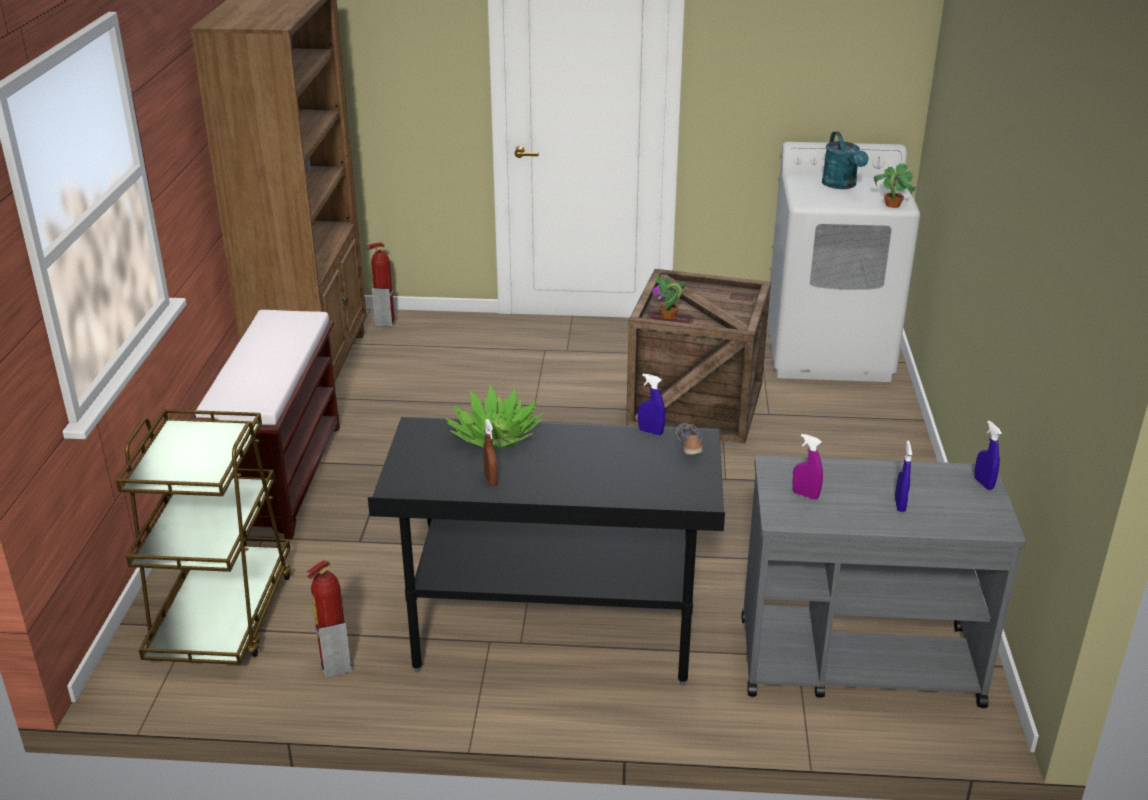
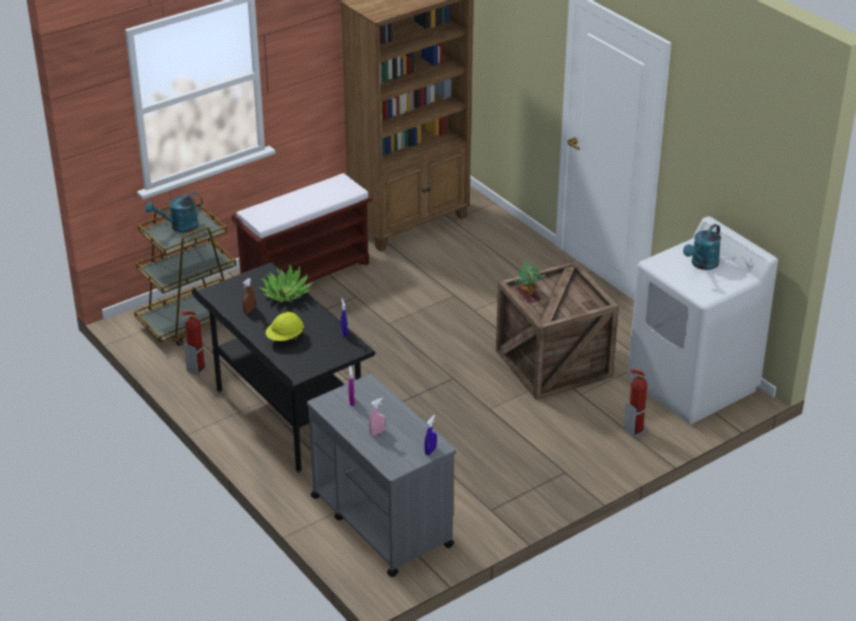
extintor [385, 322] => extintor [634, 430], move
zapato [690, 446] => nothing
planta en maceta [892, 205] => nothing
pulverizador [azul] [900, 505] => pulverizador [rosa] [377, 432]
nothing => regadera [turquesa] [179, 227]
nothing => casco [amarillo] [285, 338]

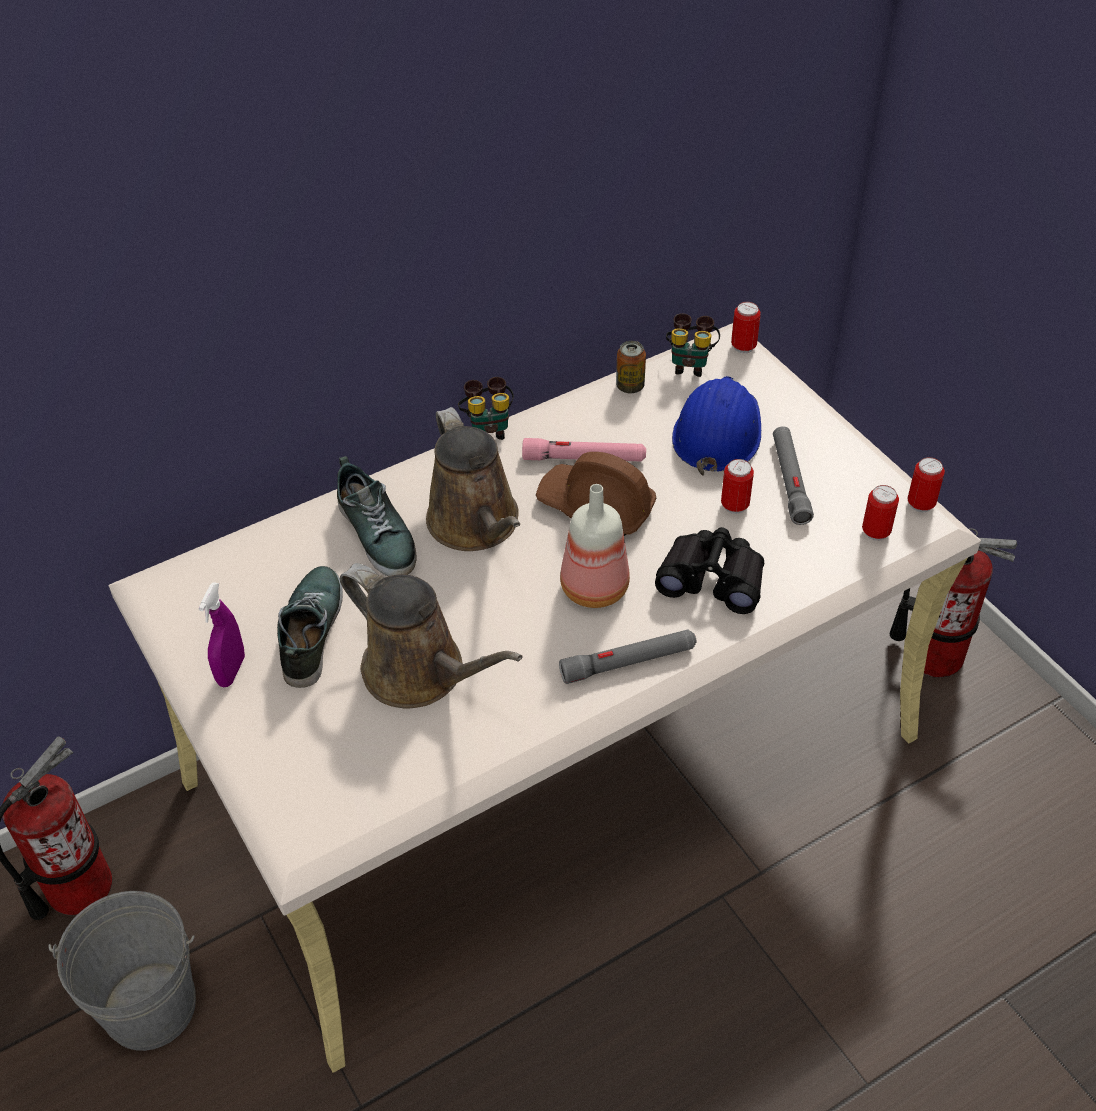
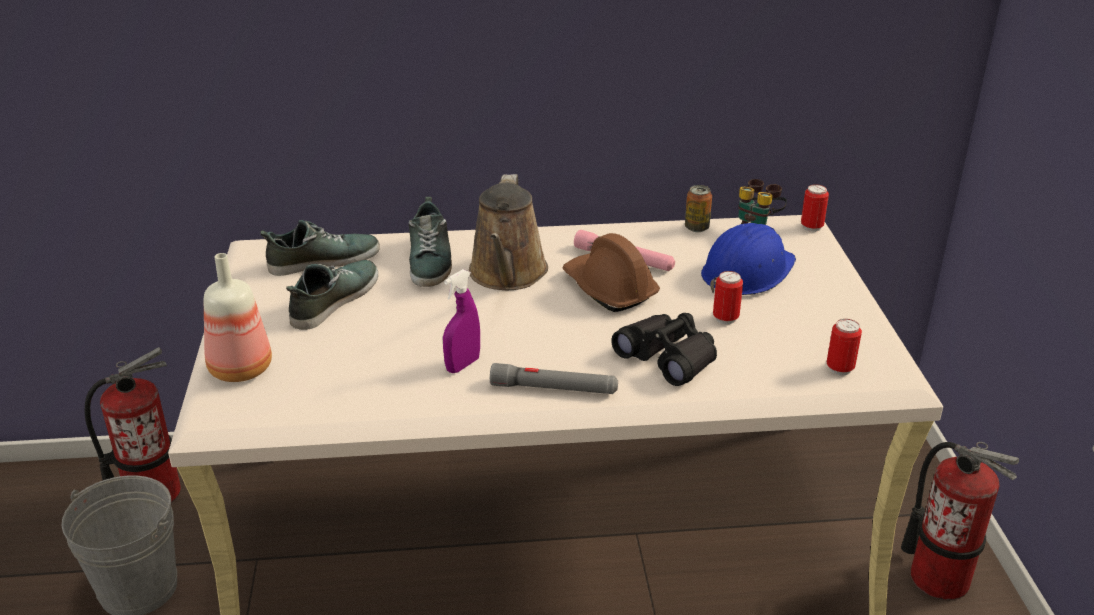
pulverizador [morado] [231, 671] => pulverizador [morado] [462, 365], move
regadera [marrón] [421, 673] => nothing
prismáticos [488, 429] => nothing
botella [594, 590] => botella [239, 370], move
linterna [gris] [790, 480] => nothing
lata [921, 504] => nothing
nothing => zapato [323, 260]

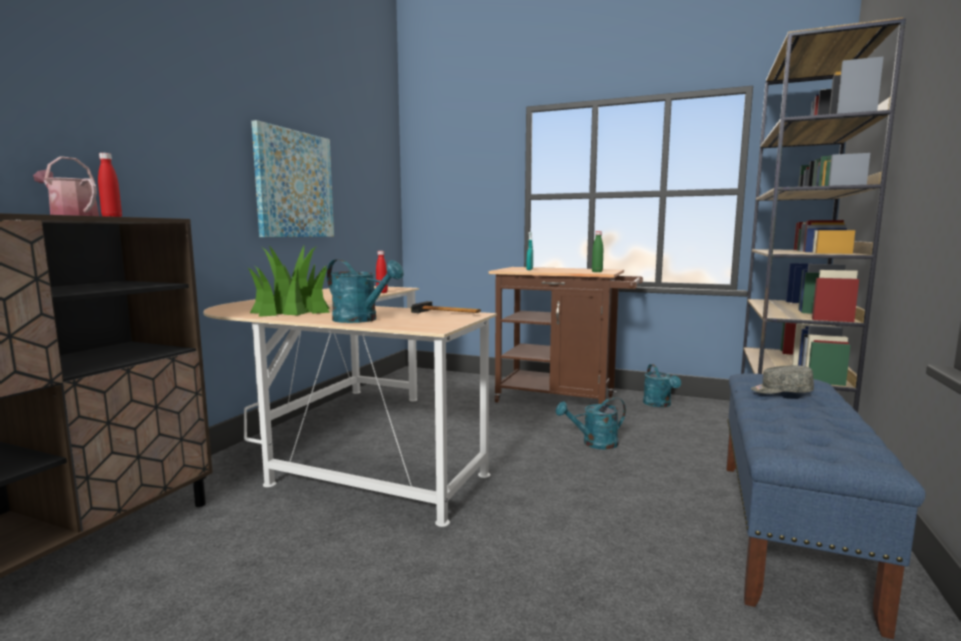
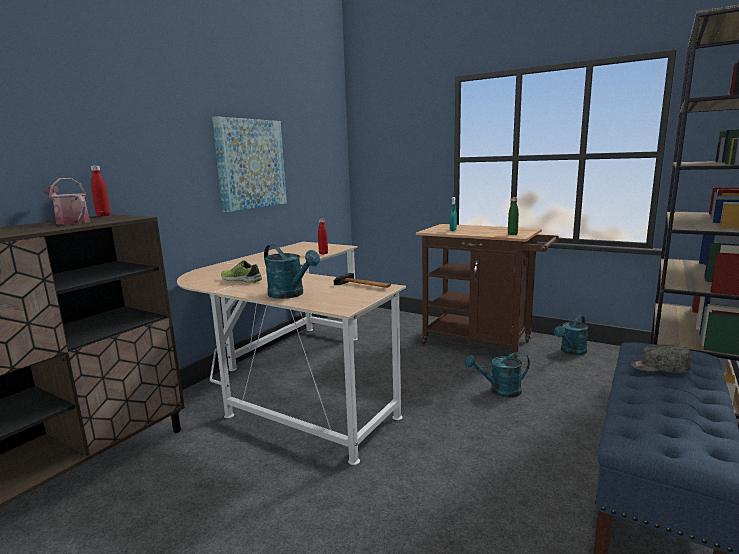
planta en maceta [291, 310] => zapato [242, 280]
regadera [turquesa] [659, 404] => regadera [turquesa] [571, 351], 45 degrees clockwise

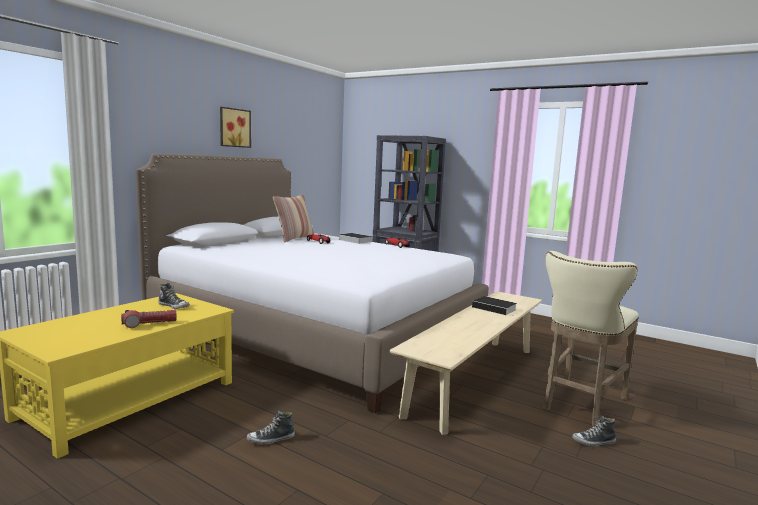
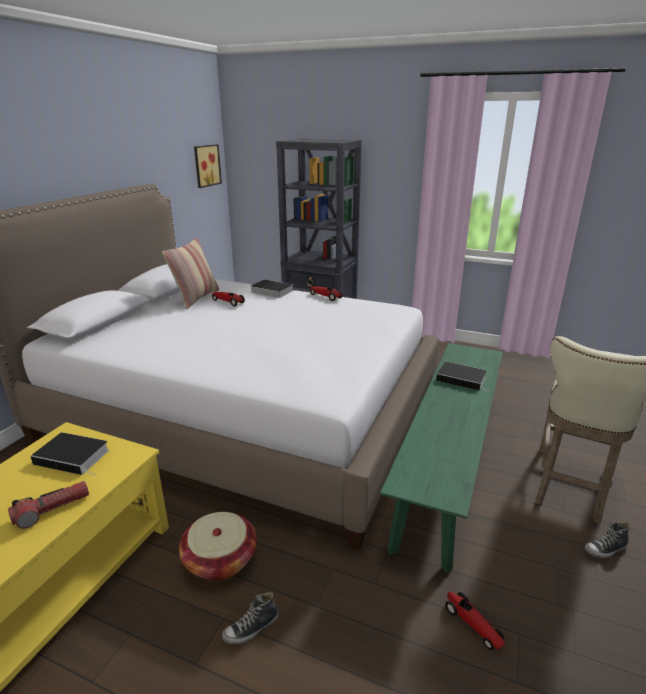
zapato [174, 306] => libro [74, 457]
cuadro [234, 128] => cuadro [206, 165], move
banco [beis] [474, 379] => banco [verde] [447, 466]
nothing => cesta [220, 559]
nothing => coche de juguete [472, 624]

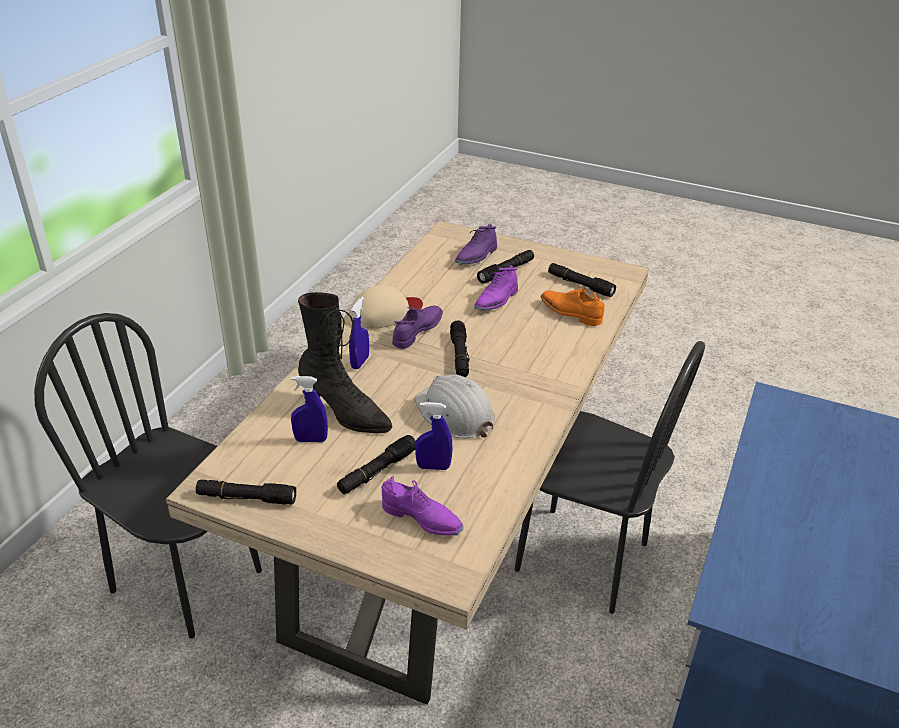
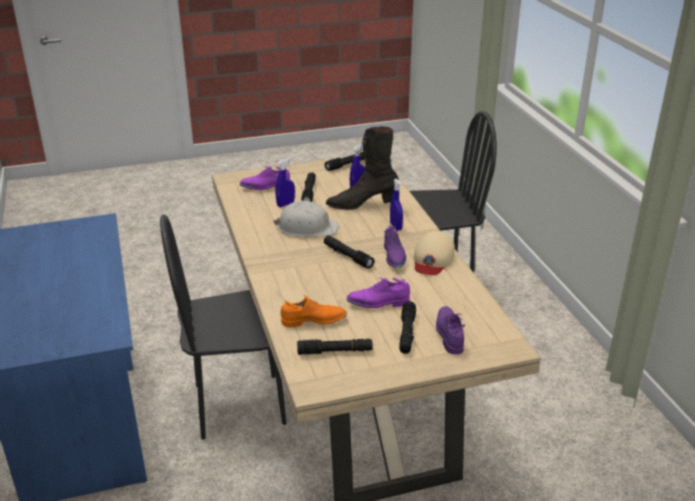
zapato [morado] [496, 301] => zapato [morado] [378, 303], 90 degrees counterclockwise

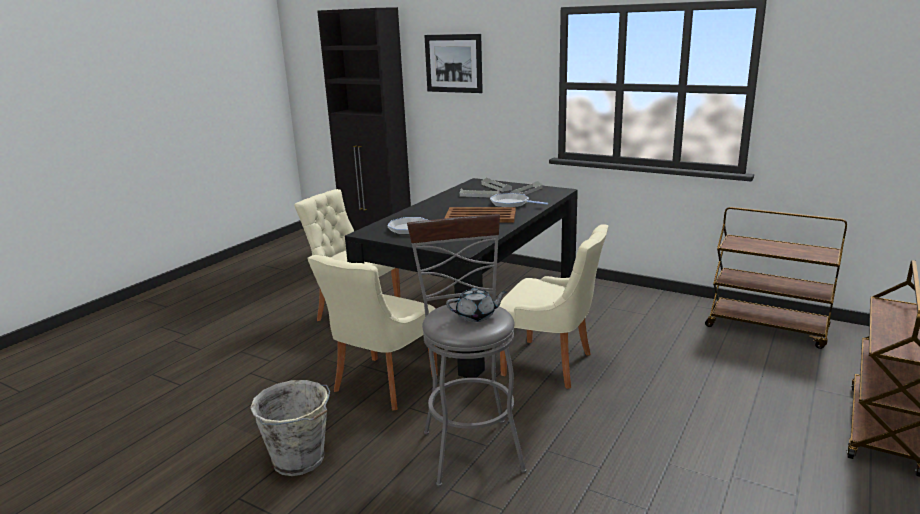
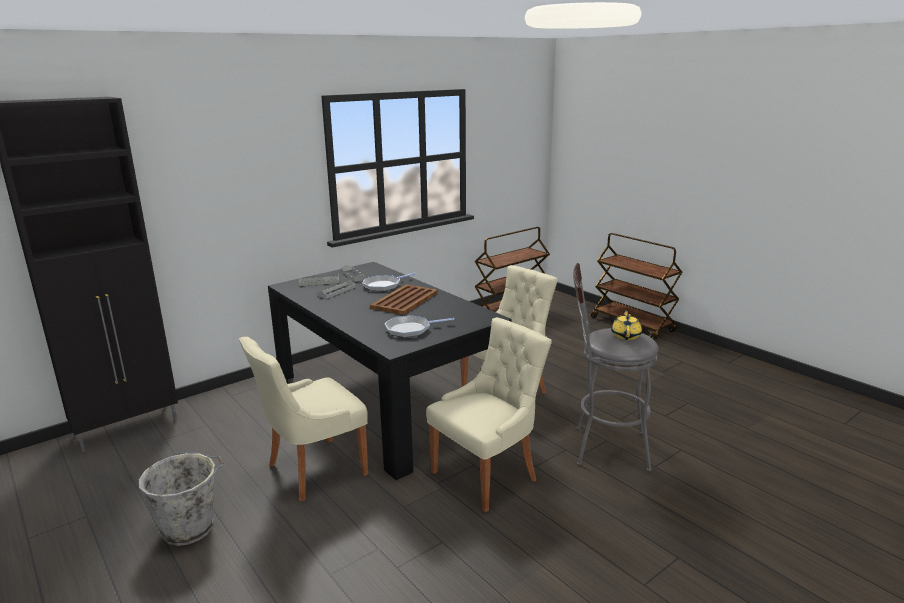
cubo [gris] [300, 460] => cubo [gris] [190, 528], move
silla [beis] [382, 385] => silla [beis] [487, 475], 90 degrees counterclockwise
cuadro [453, 63] => nothing
tetera [gris] [476, 316] => tetera [amarillo] [626, 335]

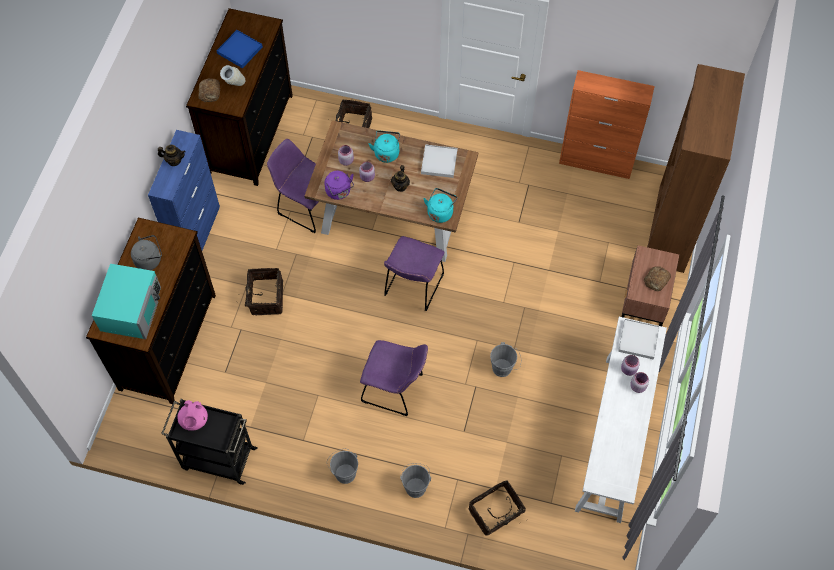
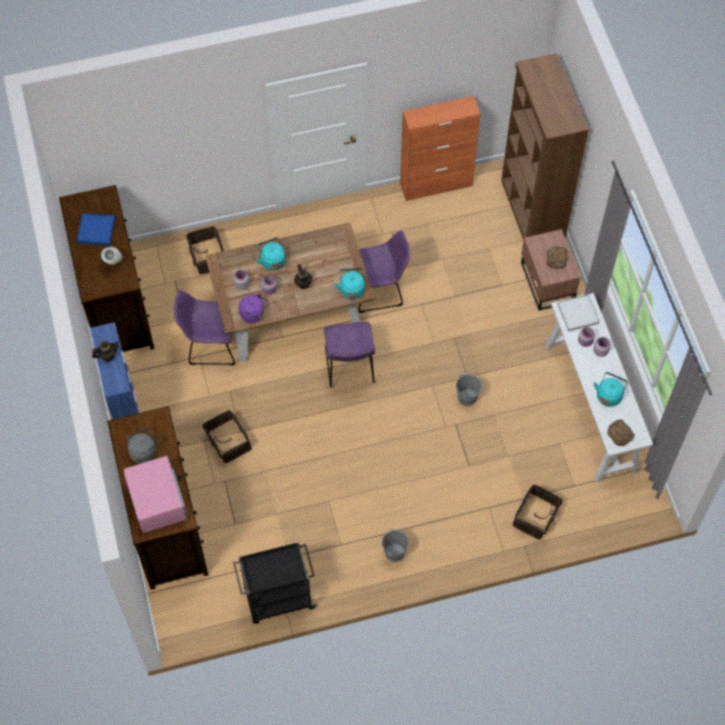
microondas [turquesa] [131, 308] => microondas [rosa] [157, 500]
tetera [rosa] [194, 421] => nothing
pan [210, 92] => pan [620, 434], move
silla [morado] [395, 389] => silla [morado] [379, 290], move
cubo [gris] [415, 485] => nothing
bandeja [blanco] [439, 162] => nothing
nothing => hervidor [turquesa] [609, 395]

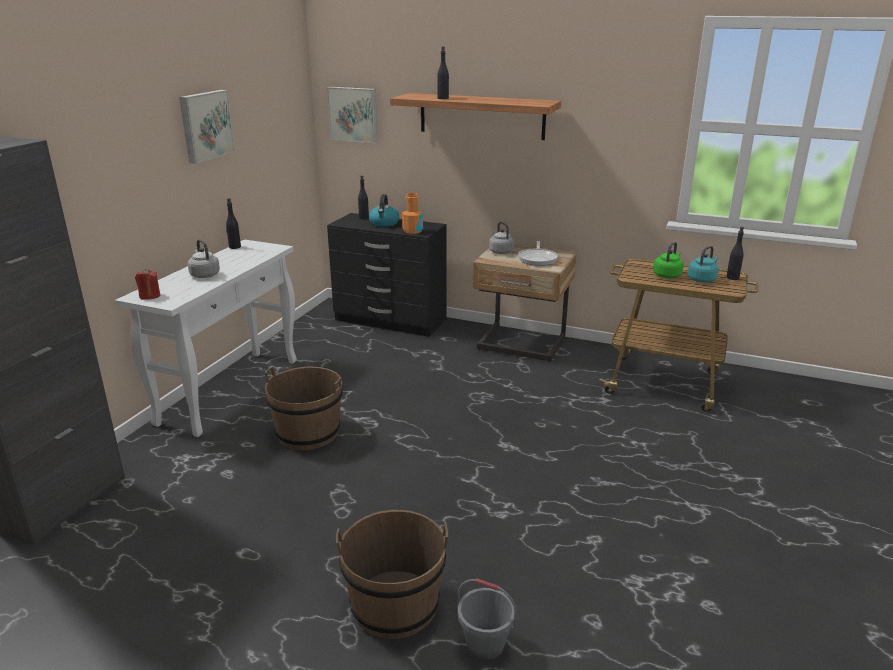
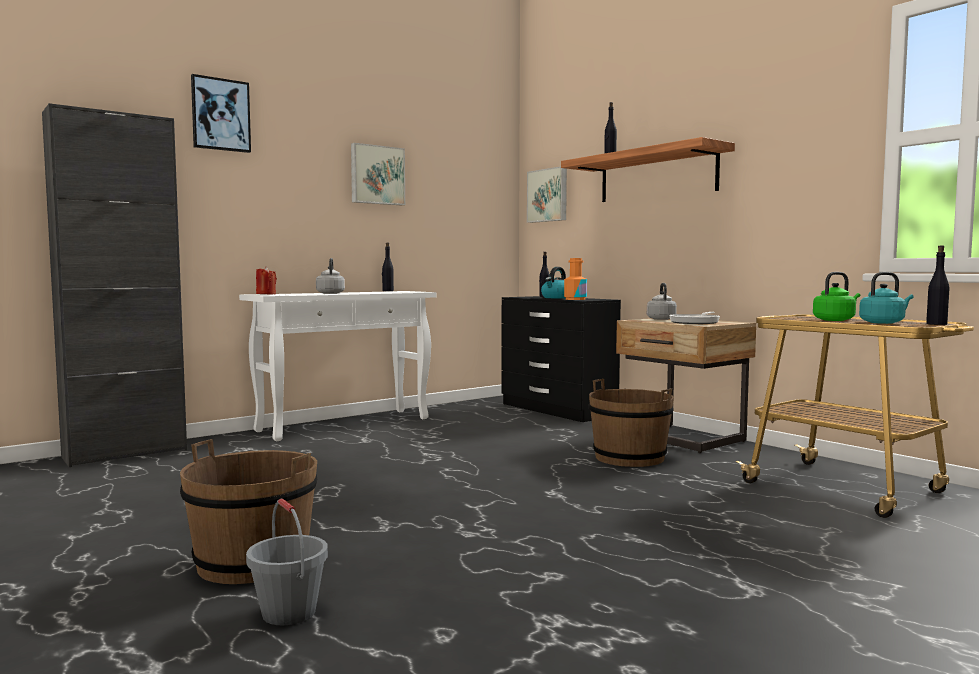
cubo [marrón] [308, 433] => cubo [marrón] [629, 458], move
nothing => cuadro [220, 115]

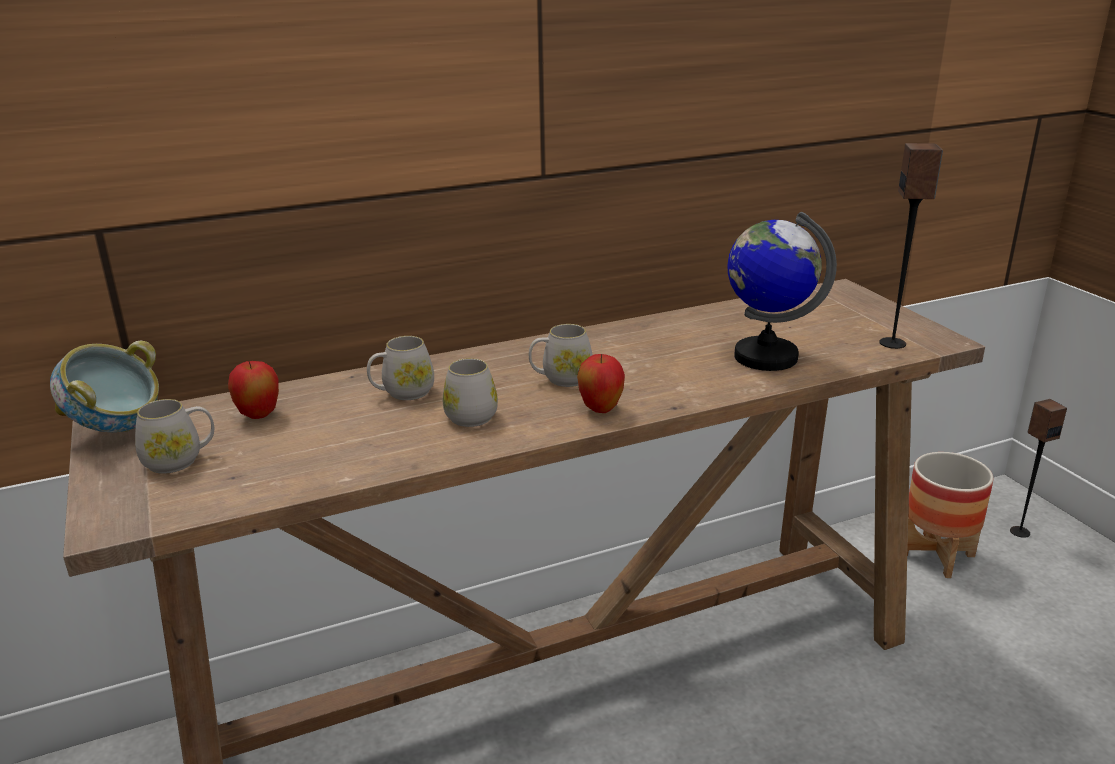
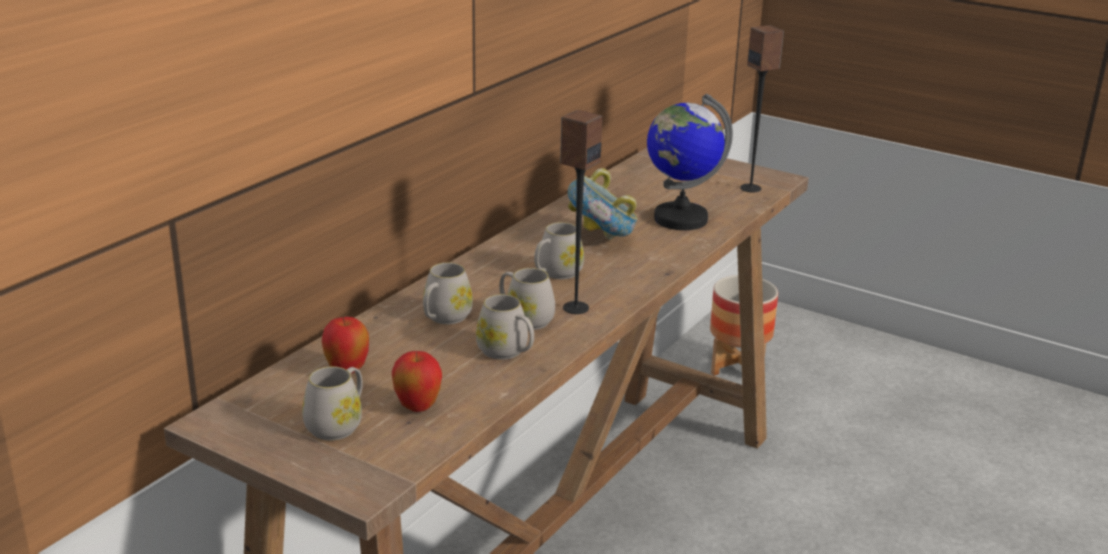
cuenco [117, 430] => cuenco [601, 240], move
manzana [600, 409] => manzana [418, 408], move
altavoz [1019, 531] => altavoz [575, 308], move
nothing => taza grande [blanco] [507, 352]

